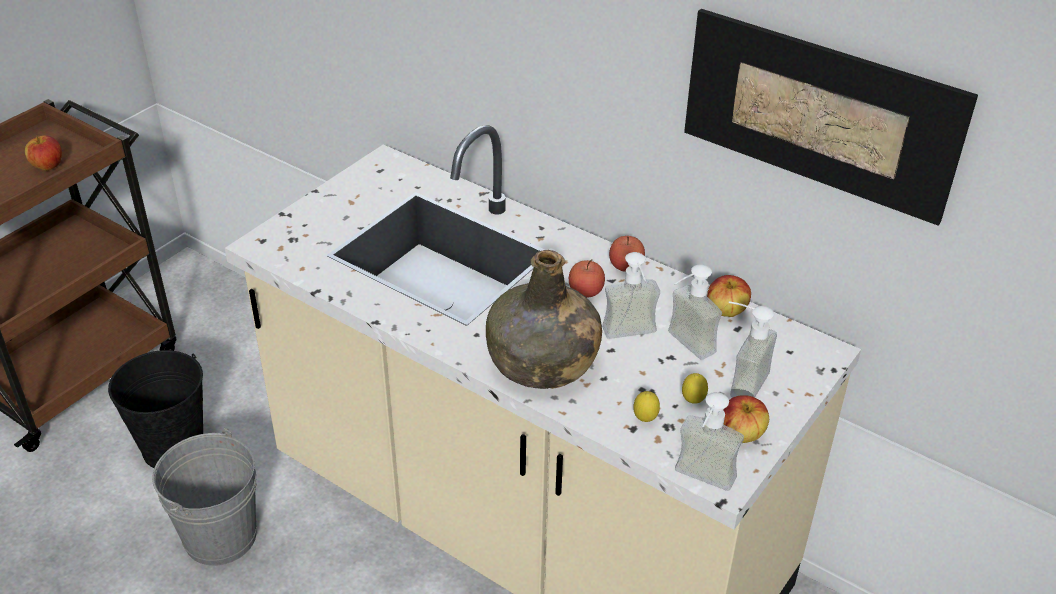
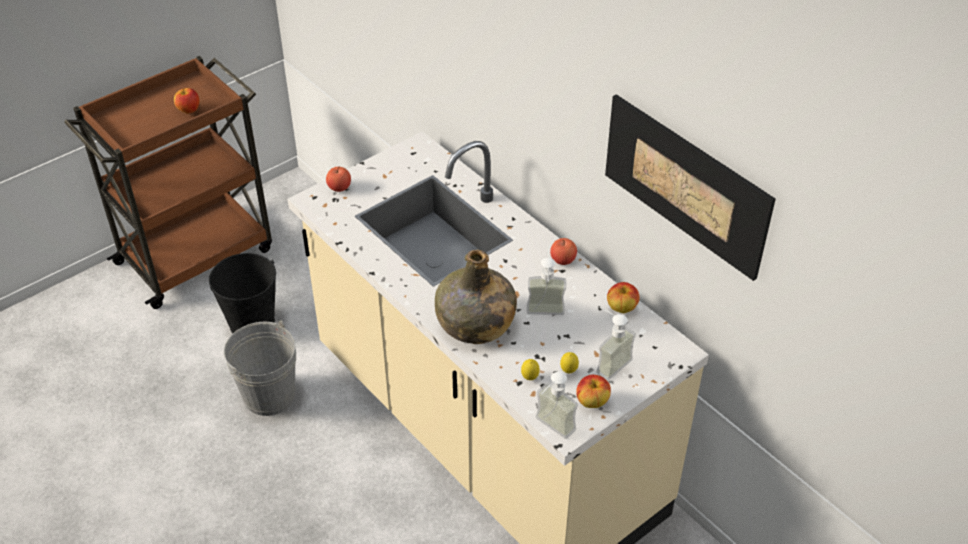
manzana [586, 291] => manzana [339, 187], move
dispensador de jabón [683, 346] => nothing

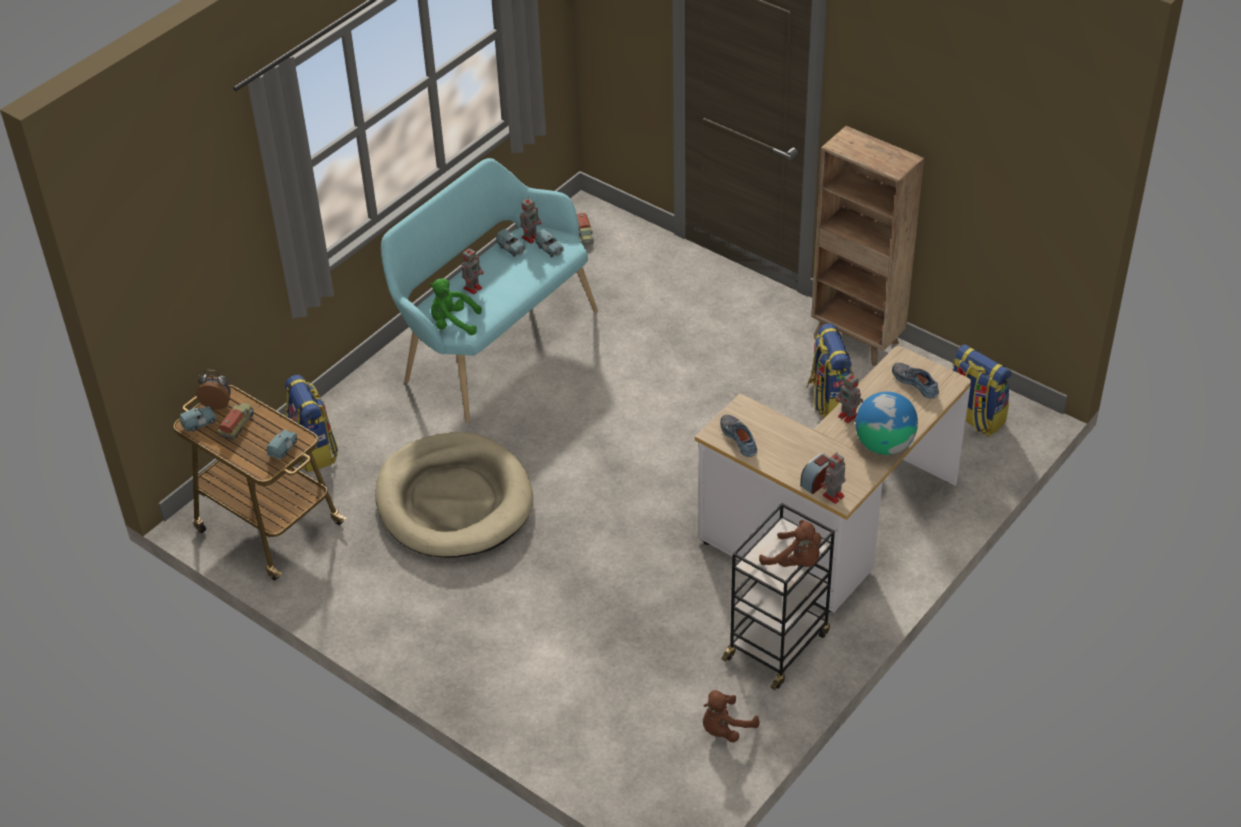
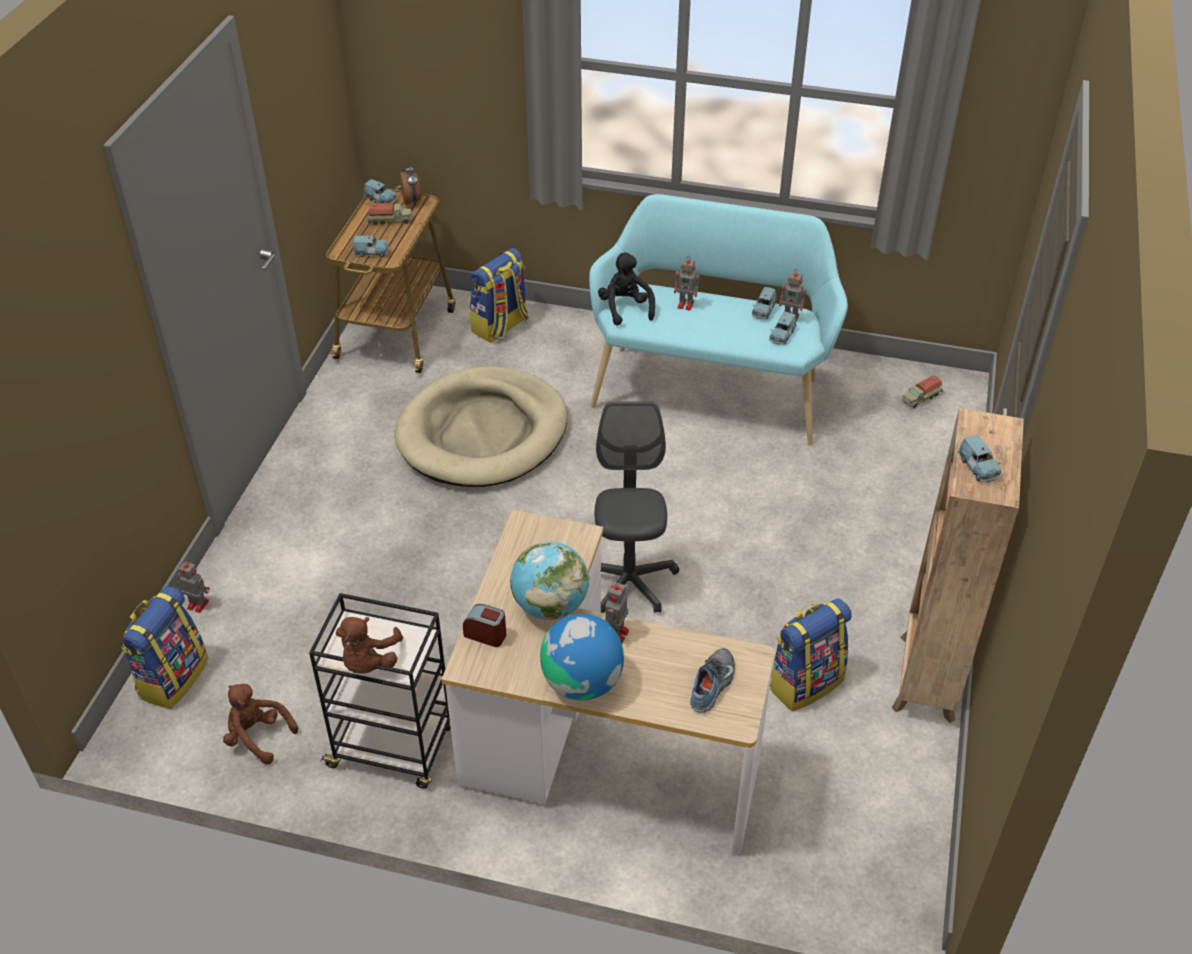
peluche [verde] [453, 323] => peluche [negro] [625, 308]
zapato [740, 438] => nothing
robot de juguete [832, 496] => robot de juguete [197, 604], move
mochila [974, 418] => mochila [172, 677], move
nothing => globo terráqueo [550, 606]
nothing => silla de oficina [gris] [628, 582]
nothing => coche de juguete [azul] [978, 468]

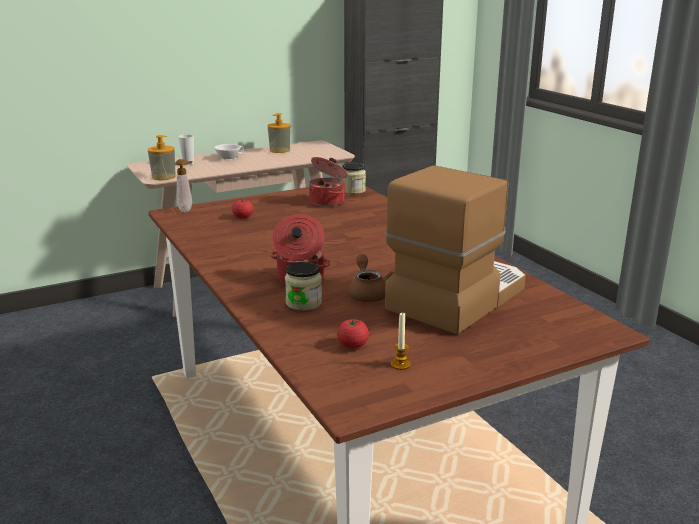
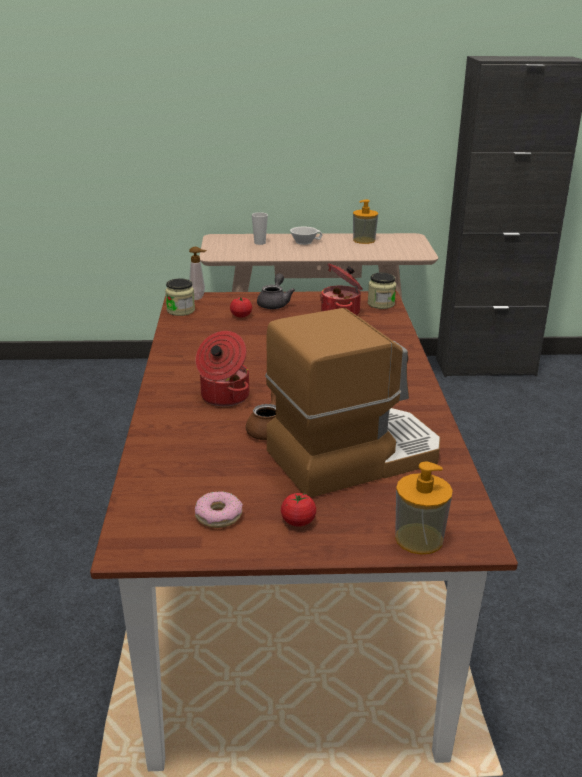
dispensador de jabón [164, 177] => dispensador de jabón [419, 539], move
tarro [303, 303] => tarro [180, 310], move
tomate [352, 345] => tomate [298, 521], move
vela [400, 364] => rosquilla [218, 516]
nothing => tetera [gris] [274, 303]

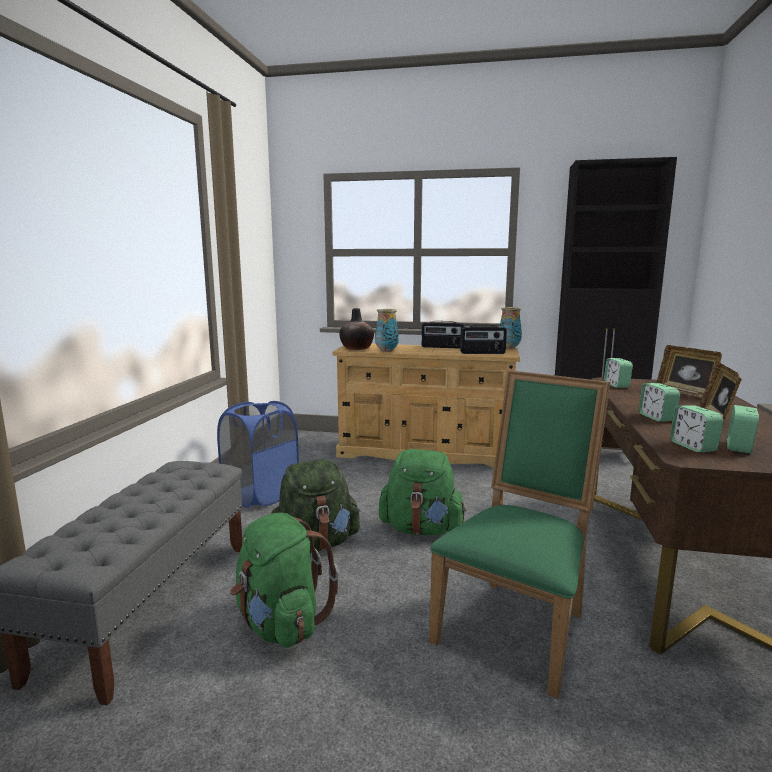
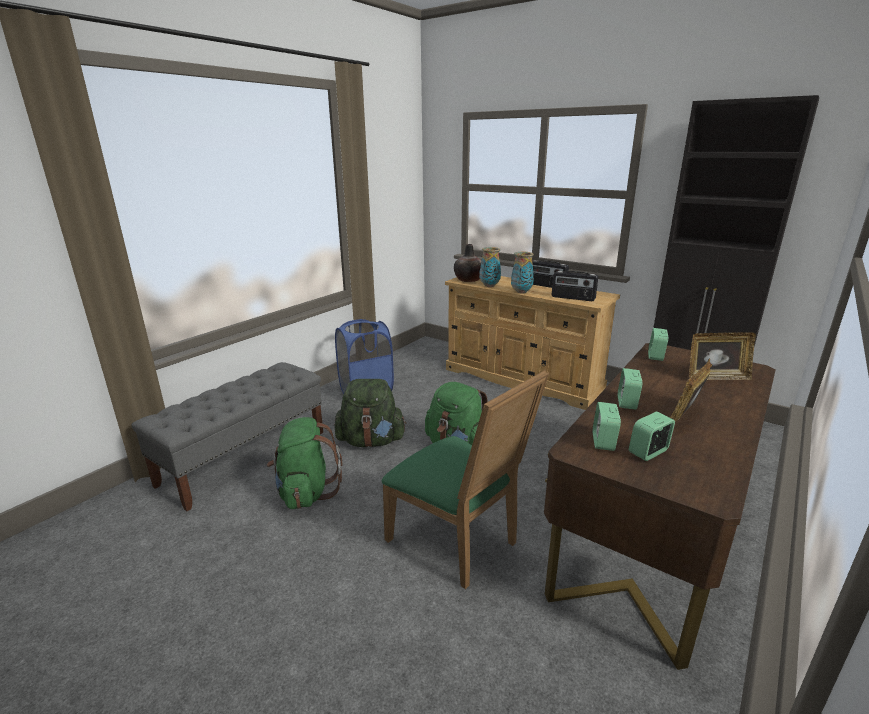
silla [verde] [517, 625] => silla [verde] [458, 542], 75 degrees clockwise
florero [509, 348] => florero [521, 292], move
portarretratos [685, 392] => portarretratos [716, 377], 90 degrees counterclockwise

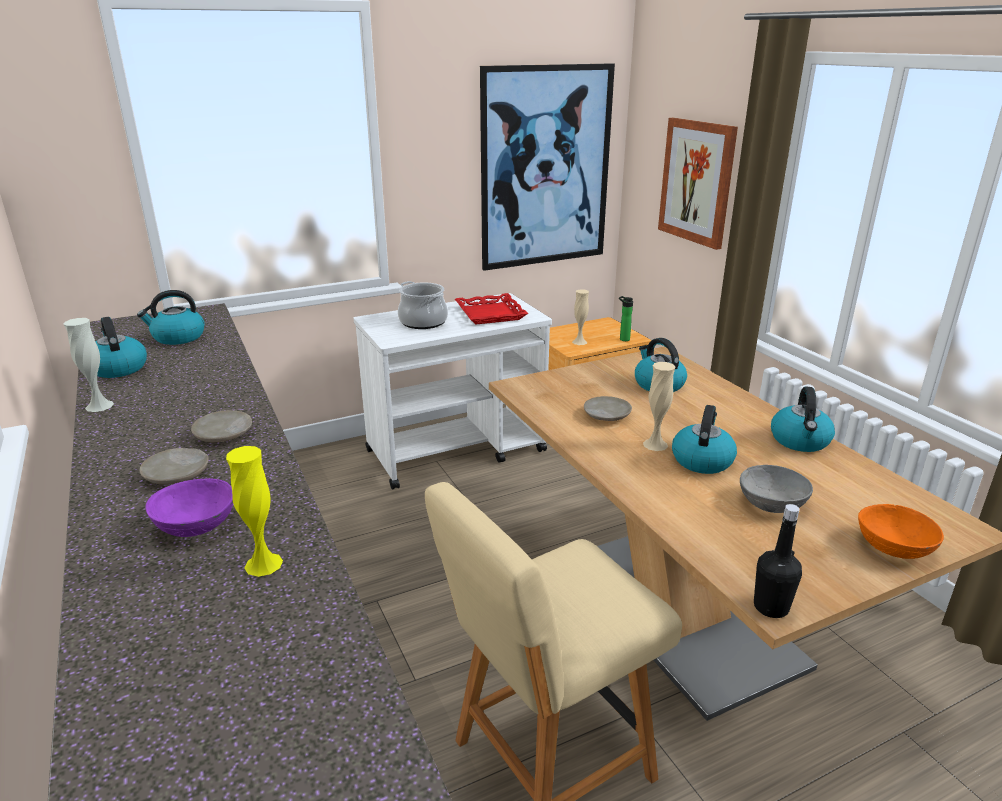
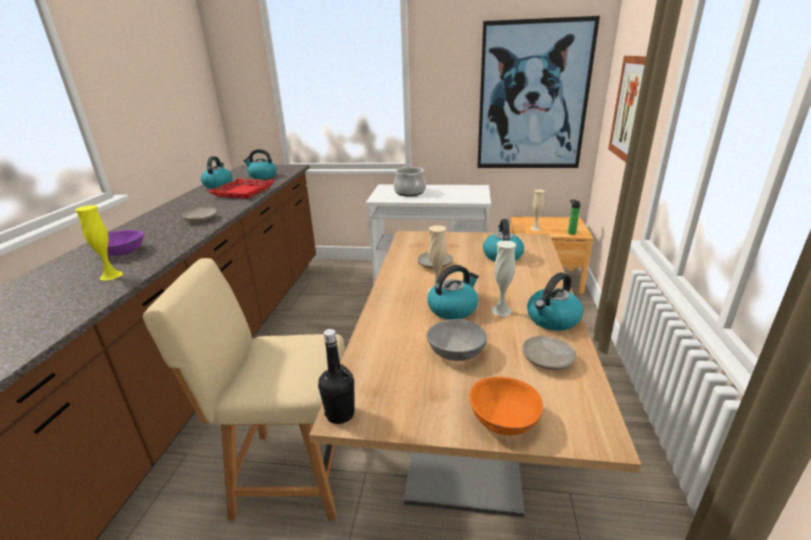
florero [blanco] [99, 406] => florero [blanco] [501, 310], move
plato [beis] [178, 475] => plato [beis] [548, 359], move
bandeja [rojo] [491, 314] => bandeja [rojo] [244, 192], move

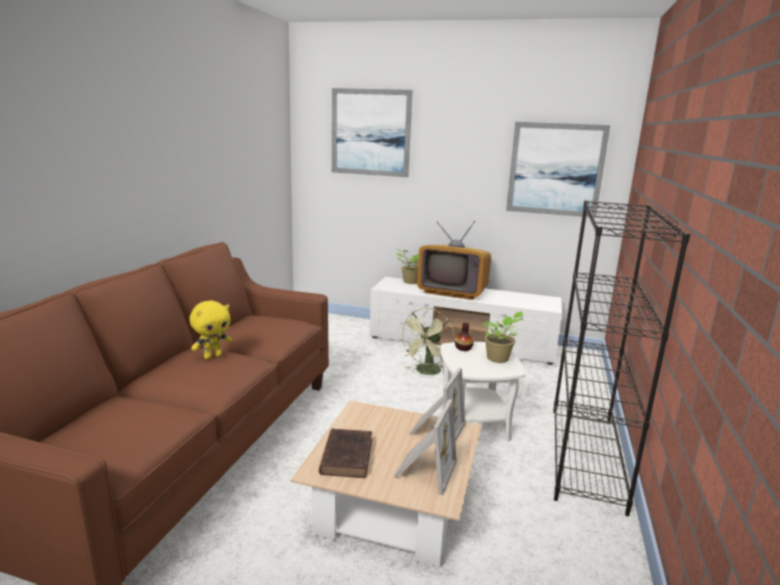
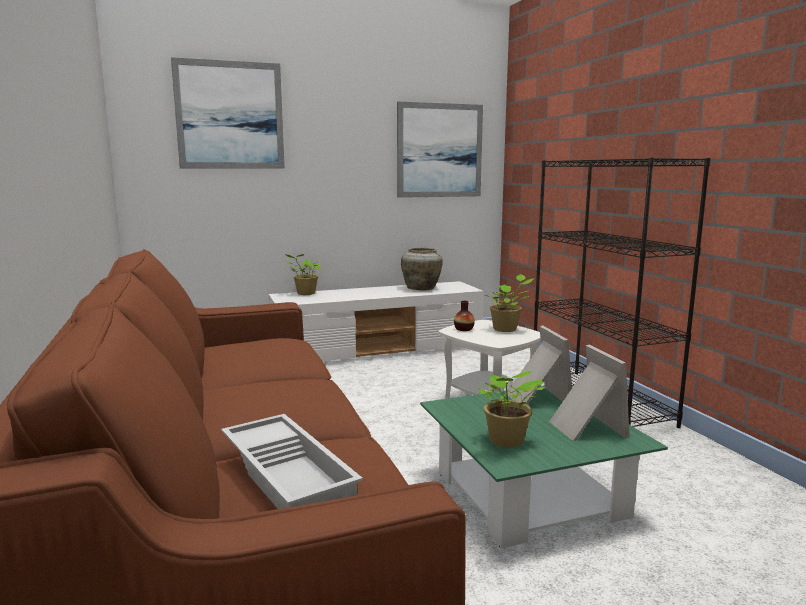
peluche [amarillo] [212, 356] => nothing
mesa de centro [beis] [392, 507] => mesa de centro [verde] [529, 494]
libro [marrón] [347, 455] => planta en maceta [506, 441]
ventilador [verde] [426, 372] => nothing
televisor [453, 291] => nothing
nothing => bandeja [blanco] [290, 473]
nothing => florero [beis] [422, 289]

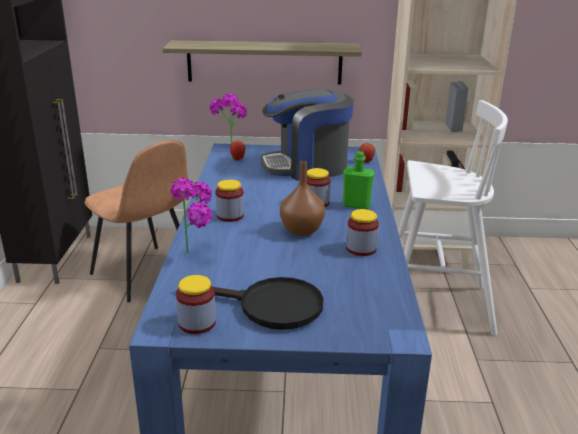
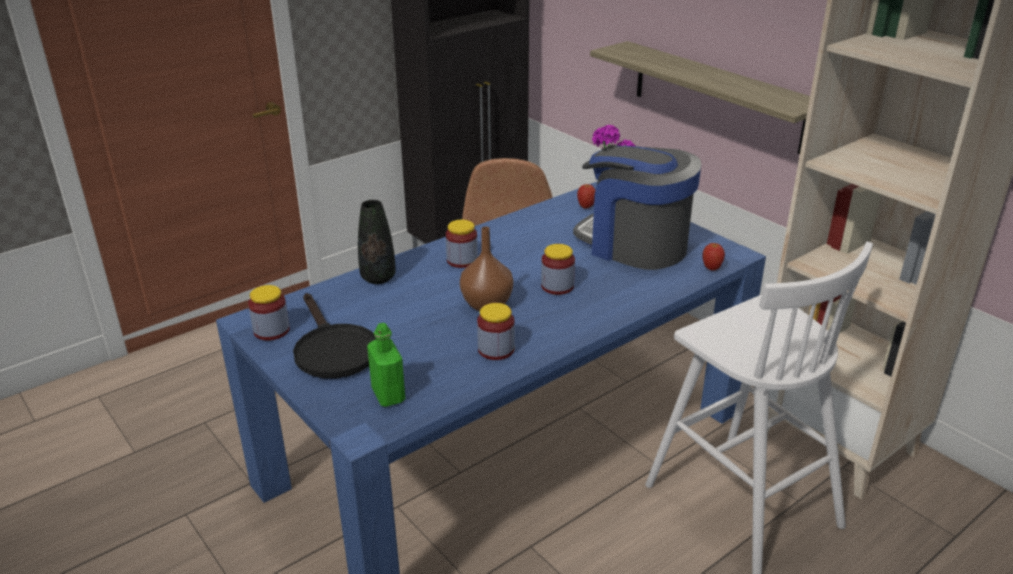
planta en maceta [197, 251] => florero [negro] [378, 278]
botella [verde] [356, 205] => botella [verde] [388, 395], move

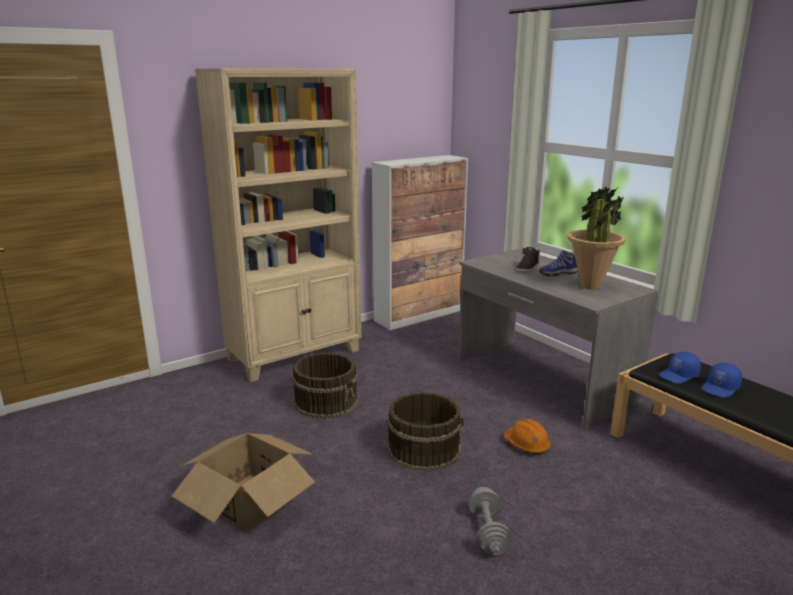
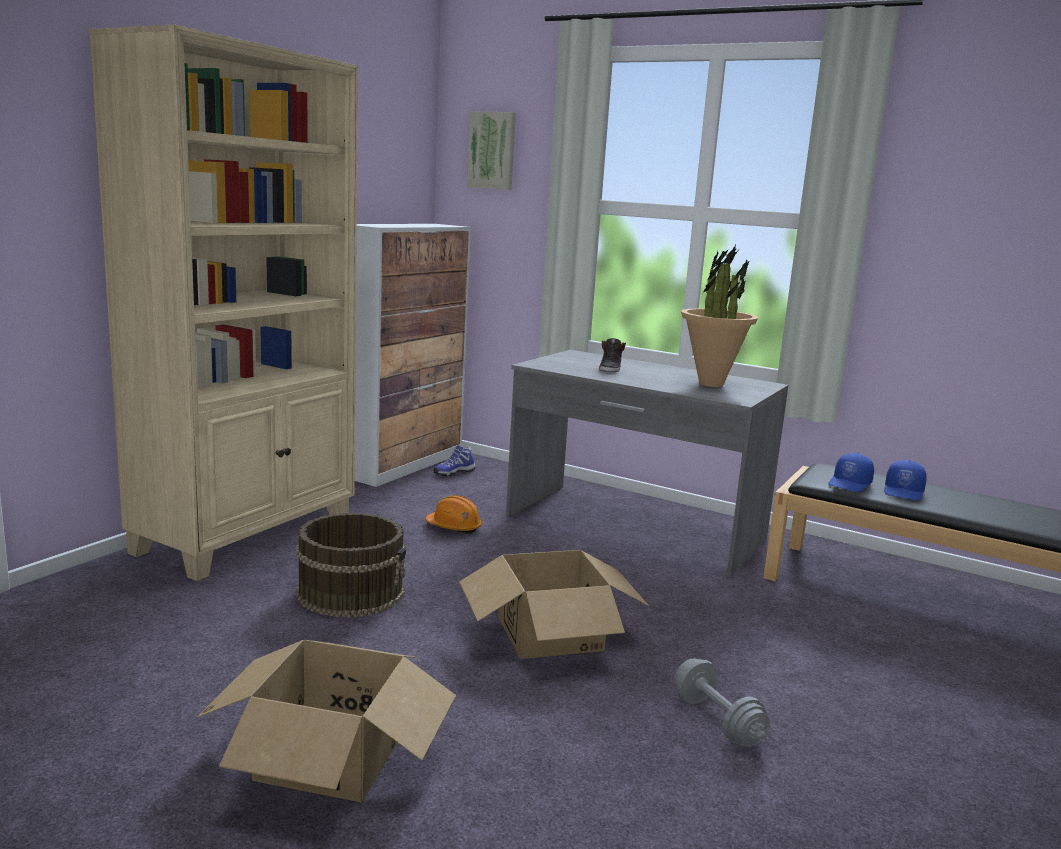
cubo [marrón] [424, 449] => caja de cartón [549, 632]
casco [naranja] [527, 444] => casco [naranja] [454, 527], move
zapato [557, 273] => zapato [453, 472], move
nothing => cuadro [492, 151]

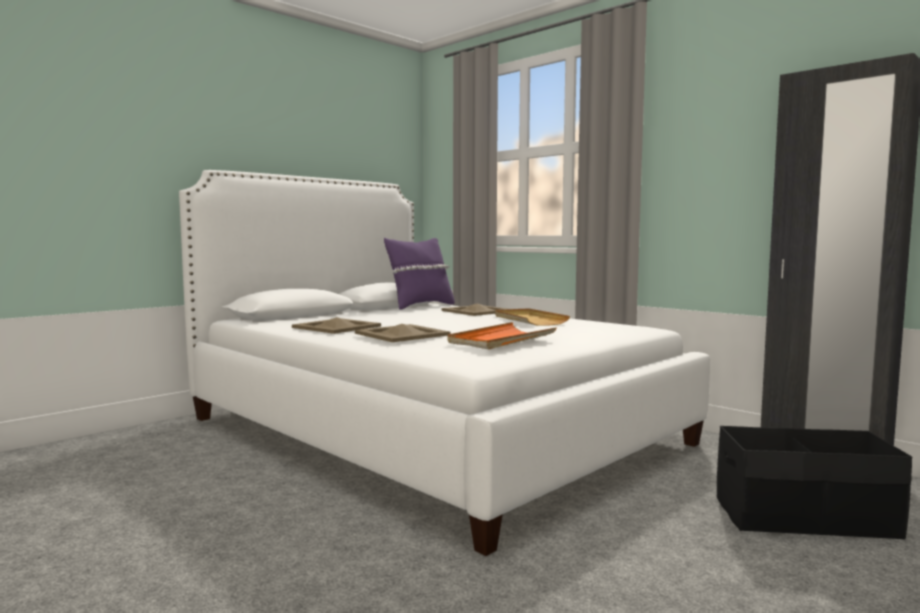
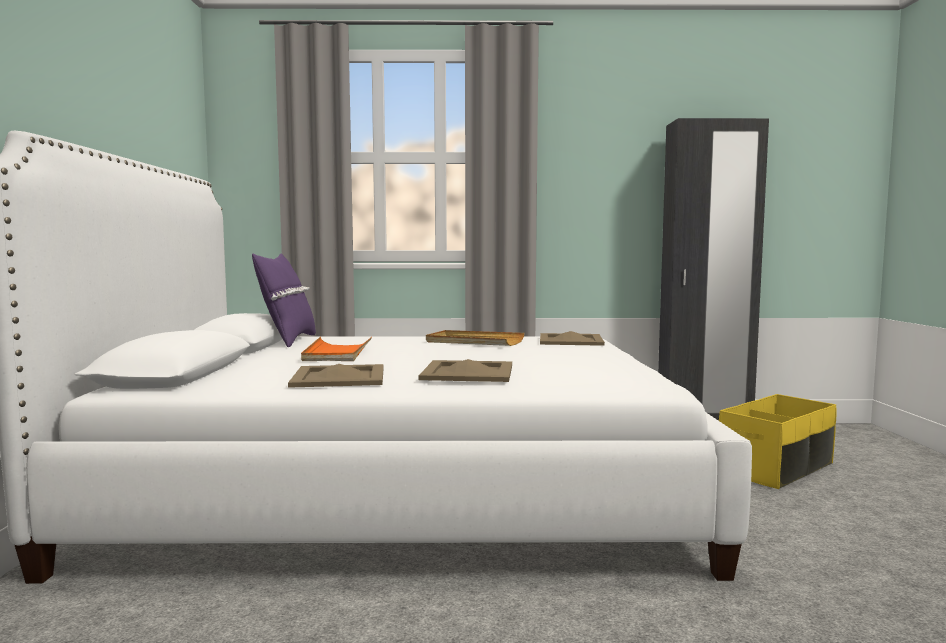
bandeja [beis] [476, 311] => bandeja [beis] [571, 340], move
bandeja [naranja] [501, 340] => bandeja [naranja] [337, 353], move
caja de almacenaje [negro] [804, 518] => caja de almacenaje [amarillo] [776, 468]

